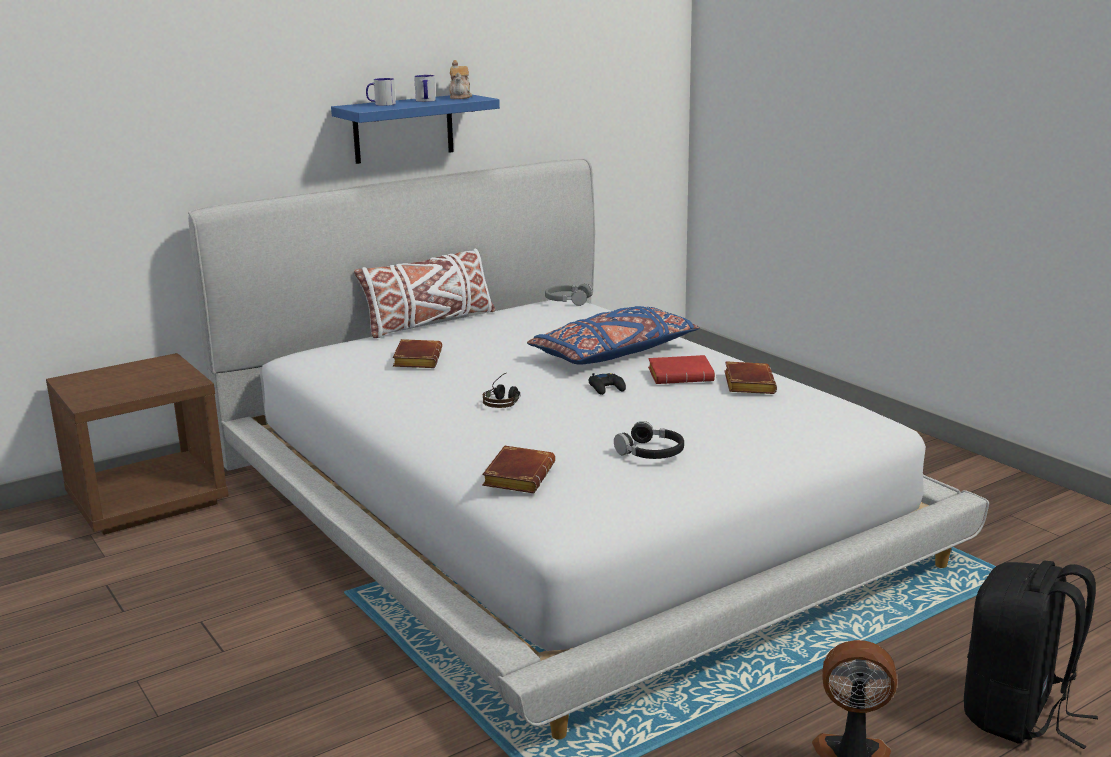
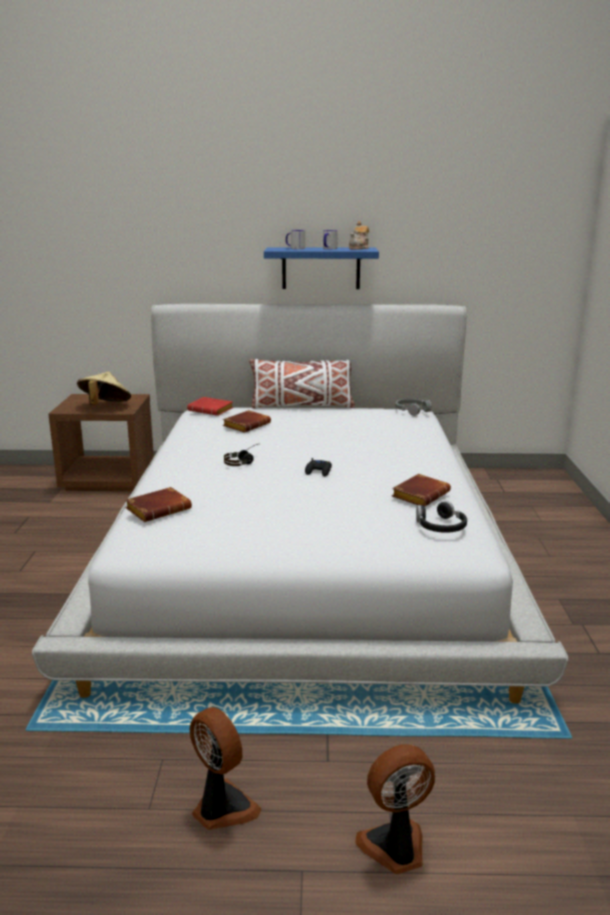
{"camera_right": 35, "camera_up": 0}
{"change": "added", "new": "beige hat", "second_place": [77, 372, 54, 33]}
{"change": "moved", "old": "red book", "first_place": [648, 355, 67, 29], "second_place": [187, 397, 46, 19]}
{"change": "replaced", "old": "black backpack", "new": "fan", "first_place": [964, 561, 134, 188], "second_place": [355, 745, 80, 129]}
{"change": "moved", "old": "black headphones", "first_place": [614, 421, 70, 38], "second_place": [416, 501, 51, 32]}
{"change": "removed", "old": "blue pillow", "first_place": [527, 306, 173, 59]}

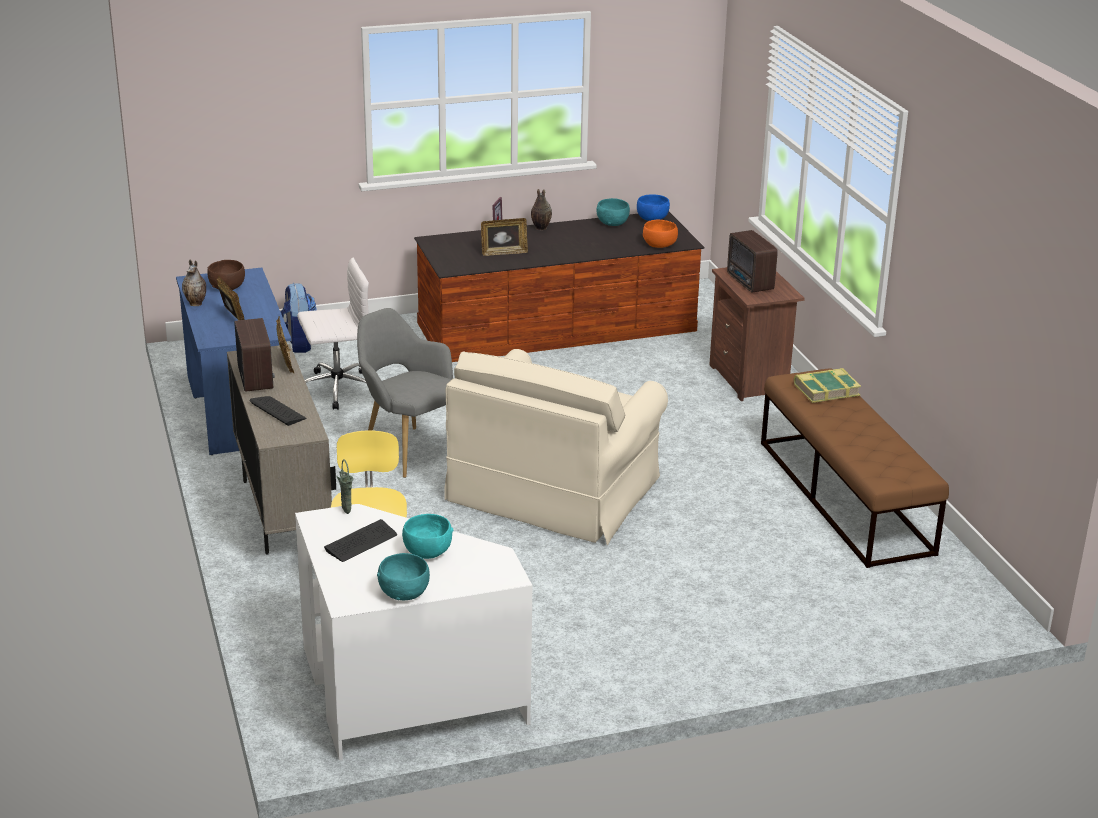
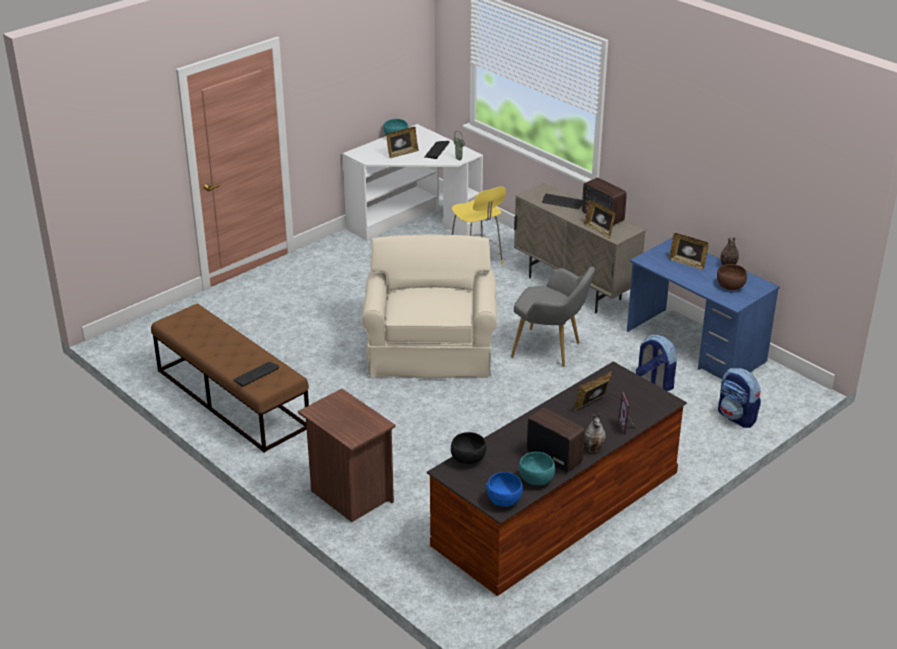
{"camera_right": 155, "camera_up": 5}
{"change": "replaced", "old": "book", "new": "keyboard", "first_place": [794, 368, 67, 35], "second_place": [233, 362, 46, 25]}
{"change": "replaced", "old": "turquoise bowl", "new": "picture frame", "first_place": [402, 514, 52, 45], "second_place": [387, 126, 32, 32]}
{"change": "recoloured", "old": "orange bowl", "new": "black bowl", "first_place": [643, 220, 35, 28], "second_place": [451, 432, 36, 32]}
{"change": "moved", "old": "radio", "first_place": [727, 230, 51, 63], "second_place": [527, 408, 58, 64]}
{"change": "replaced", "old": "white office chair", "new": "backpack", "first_place": [297, 257, 72, 153], "second_place": [636, 335, 41, 56]}

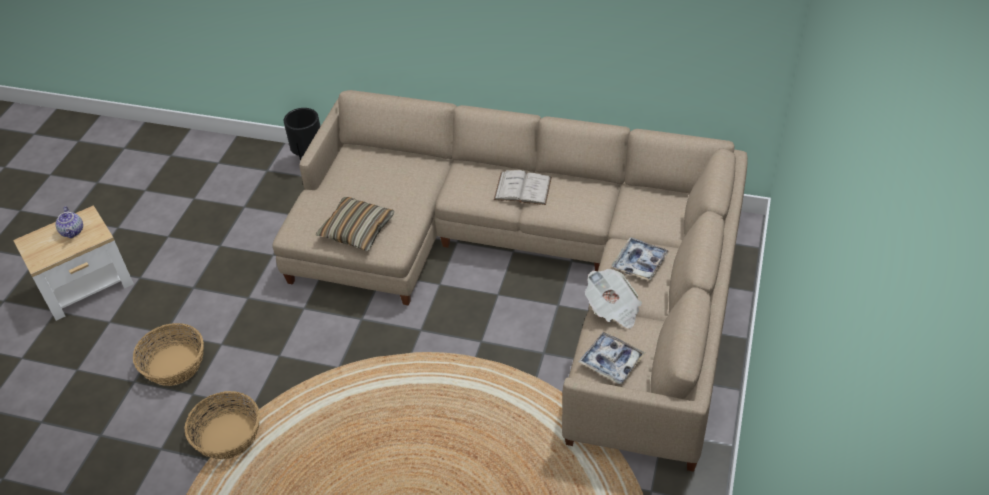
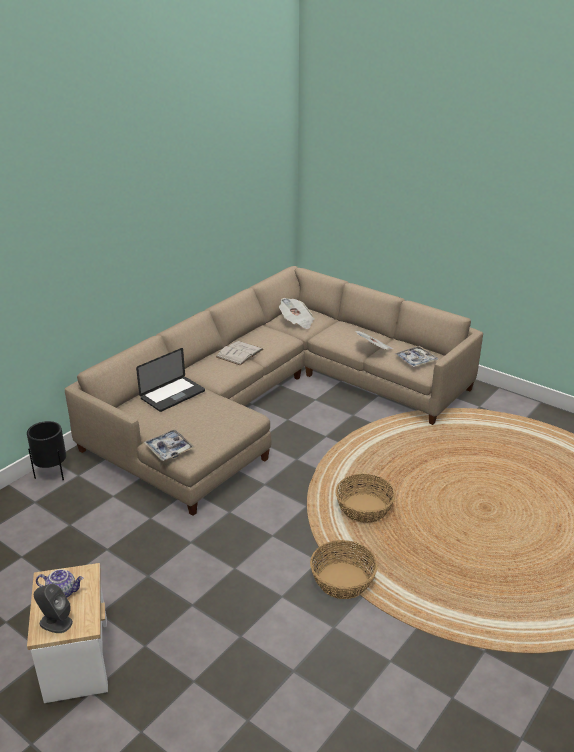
{"camera_right": -70, "camera_up": -15}
{"change": "added", "new": "grey speaker", "second_place": [34, 584, 39, 49]}
{"change": "added", "new": "laptop", "second_place": [136, 348, 69, 64]}
{"change": "moved", "old": "tray", "first_place": [611, 237, 58, 44], "second_place": [144, 430, 51, 31]}
{"change": "added", "new": "newspaper", "second_place": [279, 298, 36, 31]}
{"change": "moved", "old": "basket", "first_place": [133, 323, 71, 63], "second_place": [335, 474, 61, 49]}
{"change": "removed", "old": "pillow", "first_place": [316, 197, 78, 54]}

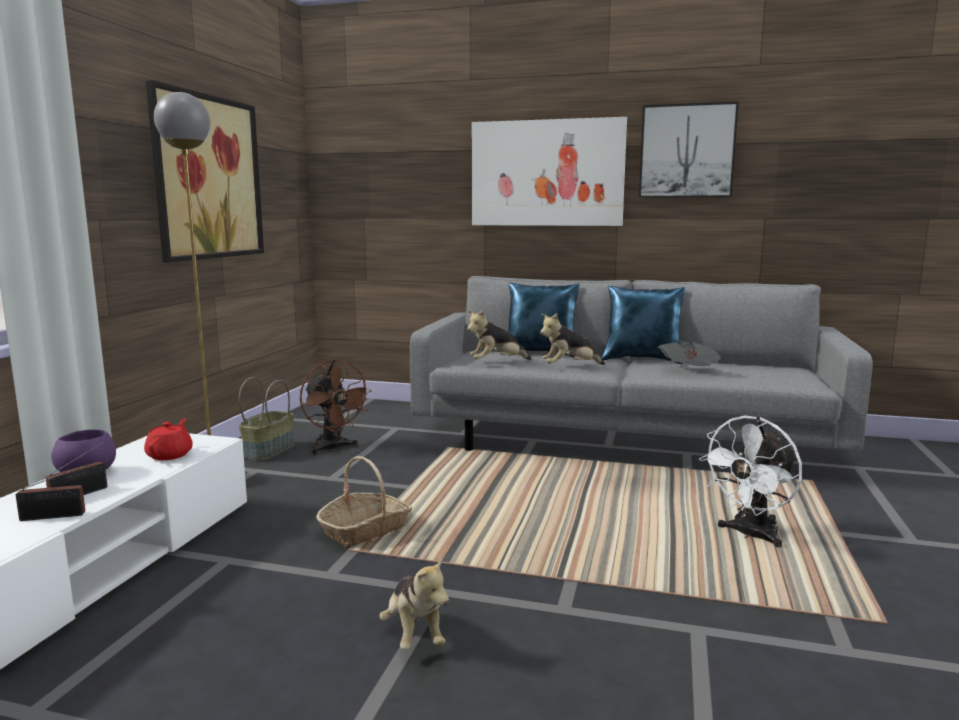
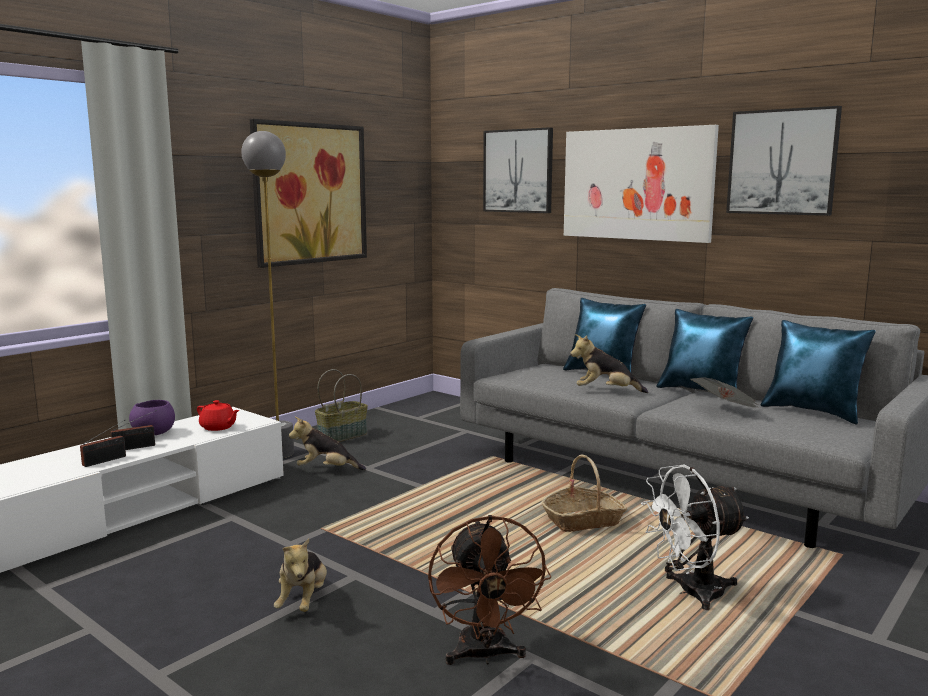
{"camera_right": 25, "camera_up": 0}
{"change": "turned", "old": "radio", "first_place": [16, 465, 70, 56], "second_place": [80, 420, 46, 47], "degrees": -60}
{"change": "turned", "old": "red teapot", "first_place": [144, 419, 49, 41], "second_place": [197, 400, 43, 31], "degrees": 90}
{"change": "moved", "old": "plush toy", "first_place": [467, 310, 64, 50], "second_place": [289, 417, 77, 53]}
{"change": "moved", "old": "brown fan", "first_place": [300, 360, 72, 95], "second_place": [428, 515, 123, 150]}
{"change": "added", "new": "picture", "second_place": [483, 127, 70, 86]}
{"change": "moved", "old": "basket", "first_place": [316, 456, 96, 92], "second_place": [541, 454, 86, 78]}
{"change": "added", "new": "blue pillow", "second_place": [761, 320, 115, 104]}

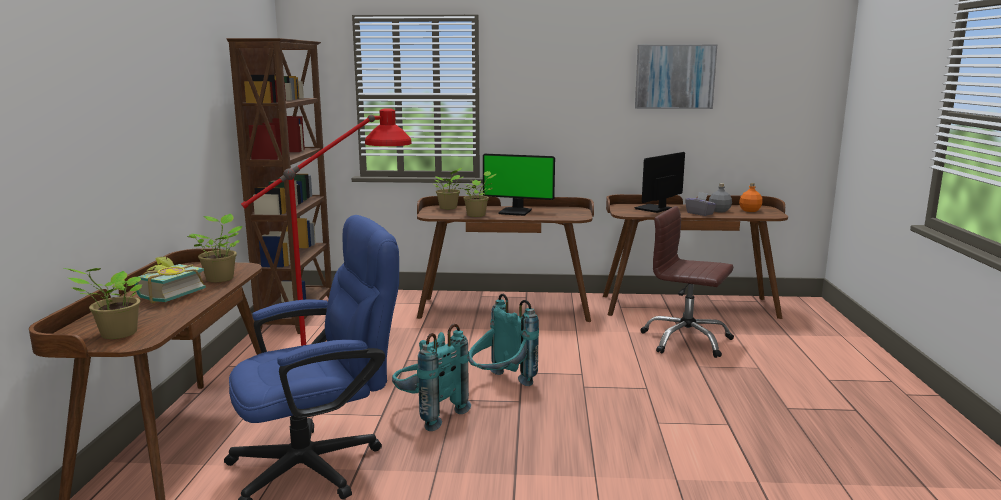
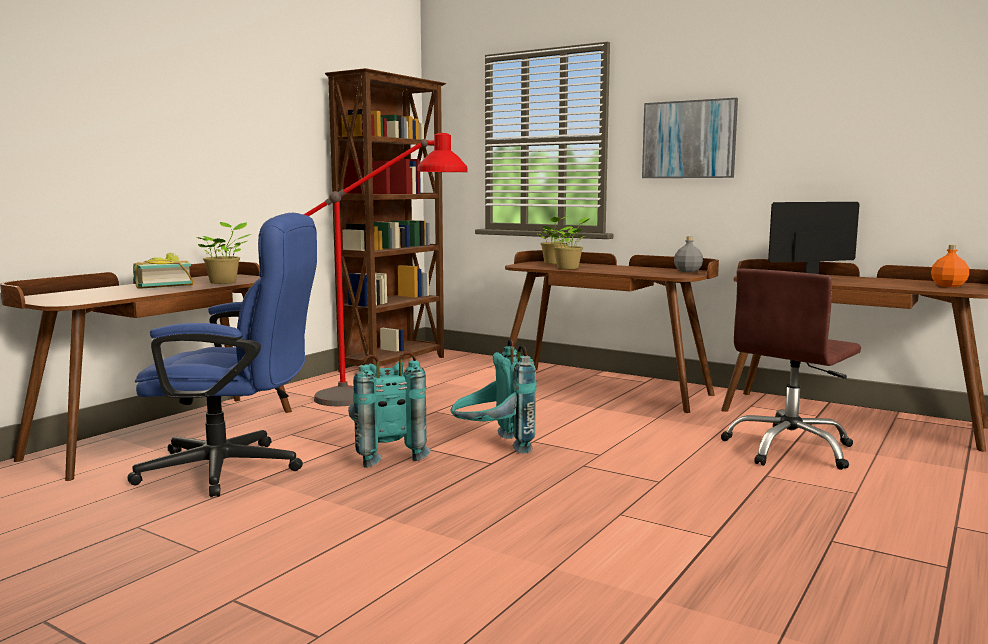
{"camera_right": 30, "camera_up": -5}
{"change": "moved", "old": "picture", "first_place": [635, 45, 82, 64], "second_place": [642, 98, 96, 80]}
{"change": "moved", "old": "grey bottle", "first_place": [709, 183, 23, 30], "second_place": [674, 236, 29, 37]}
{"change": "turned", "old": "brown office chair", "first_place": [640, 206, 94, 152], "second_place": [721, 269, 140, 201], "degrees": -105}
{"change": "removed", "old": "potted plant", "first_place": [64, 268, 79, 71]}
{"change": "removed", "old": "monitor", "first_place": [483, 154, 72, 62]}
{"change": "removed", "old": "grey tissue box", "first_place": [685, 192, 32, 24]}

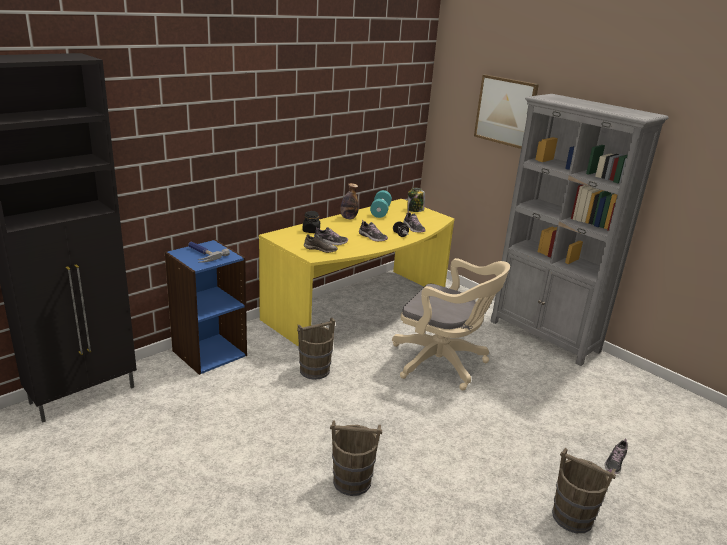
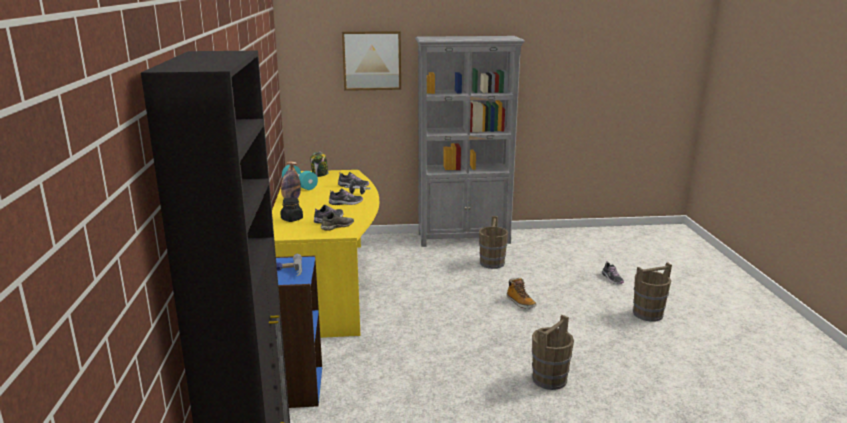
{"camera_right": -50, "camera_up": -5}
{"change": "moved", "old": "brown bucket", "first_place": [297, 318, 38, 62], "second_place": [479, 216, 29, 53]}
{"change": "added", "new": "boot", "second_place": [507, 278, 29, 30]}
{"change": "removed", "old": "beige office chair", "first_place": [392, 258, 118, 132]}

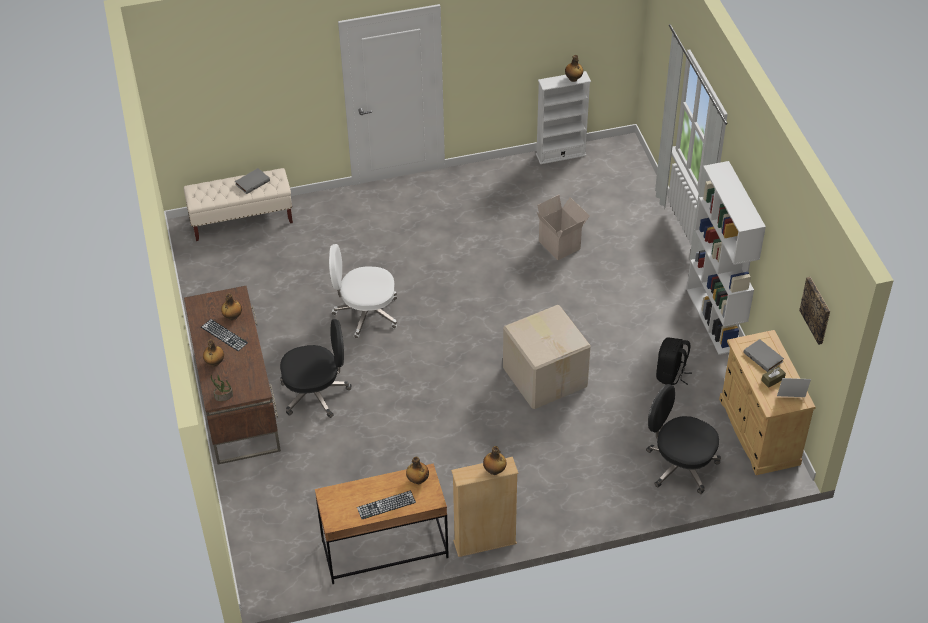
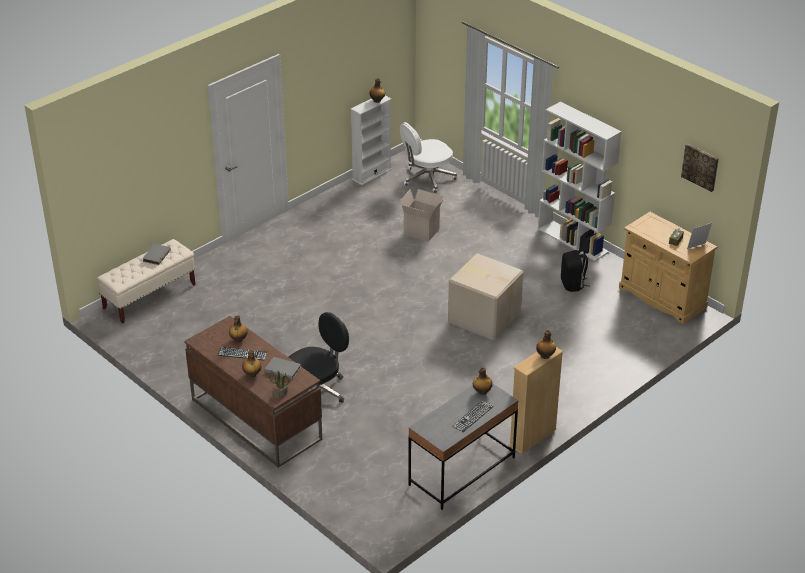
{"camera_right": -30, "camera_up": -10}
{"change": "moved", "old": "grey book", "first_place": [744, 339, 40, 33], "second_place": [265, 357, 36, 23]}
{"change": "moved", "old": "white office chair", "first_place": [329, 244, 68, 95], "second_place": [400, 122, 57, 71]}
{"change": "recoloured", "old": "brown desk", "new": "grey desk", "first_place": [315, 463, 134, 121], "second_place": [408, 383, 111, 127]}
{"change": "removed", "old": "black office chair", "first_place": [646, 384, 75, 110]}

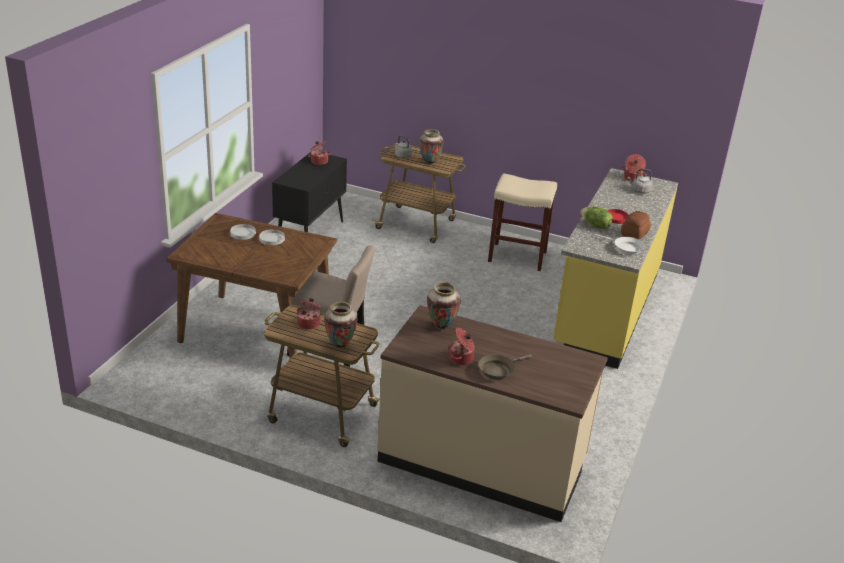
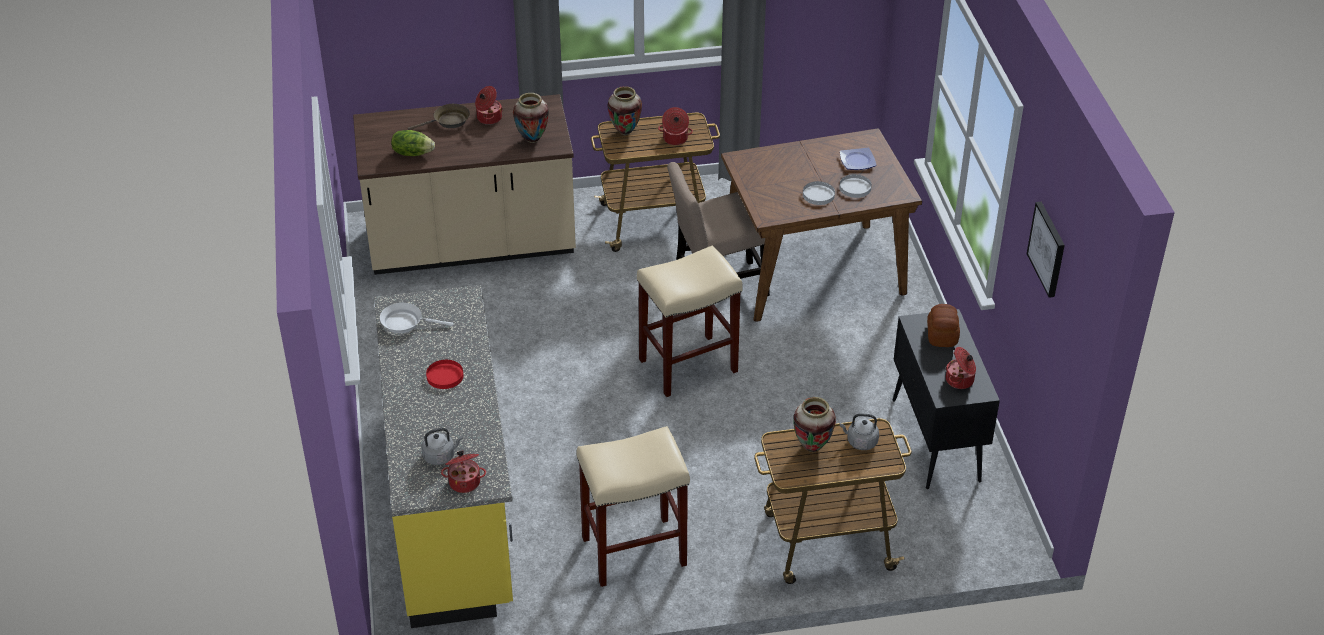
{"camera_right": 150, "camera_up": 10}
{"change": "moved", "old": "lettuce", "first_place": [581, 206, 32, 23], "second_place": [391, 130, 44, 26]}
{"change": "turned", "old": "brown frying pan", "first_place": [478, 354, 54, 26], "second_place": [408, 104, 62, 26], "degrees": 45}
{"change": "added", "new": "beige stool", "second_place": [637, 246, 106, 151]}
{"change": "added", "new": "plate", "second_place": [840, 148, 37, 22]}
{"change": "moved", "old": "bread", "first_place": [621, 211, 30, 28], "second_place": [927, 304, 33, 43]}
{"change": "added", "new": "picture", "second_place": [1027, 202, 38, 96]}

